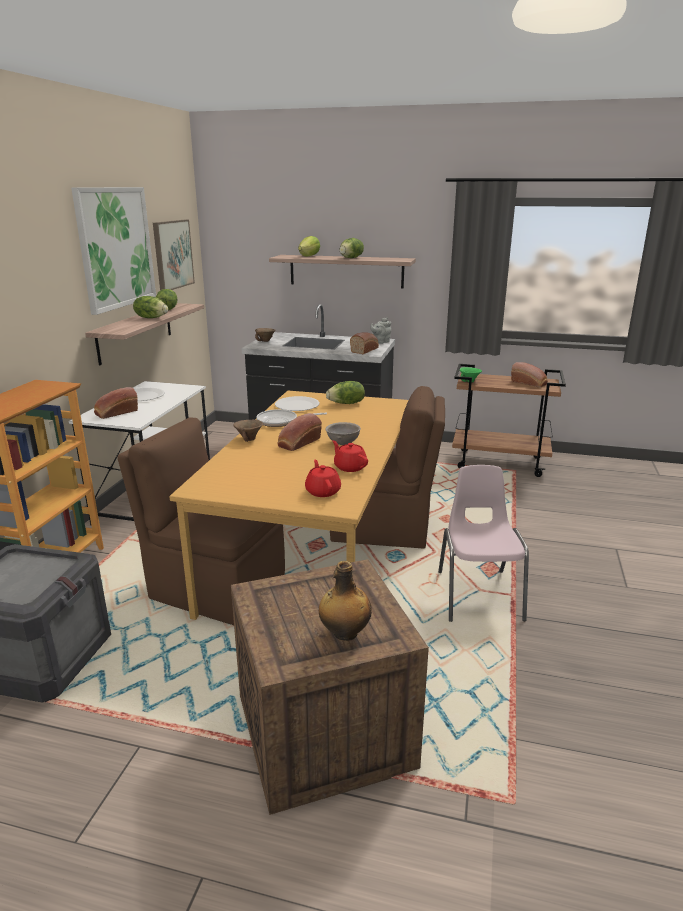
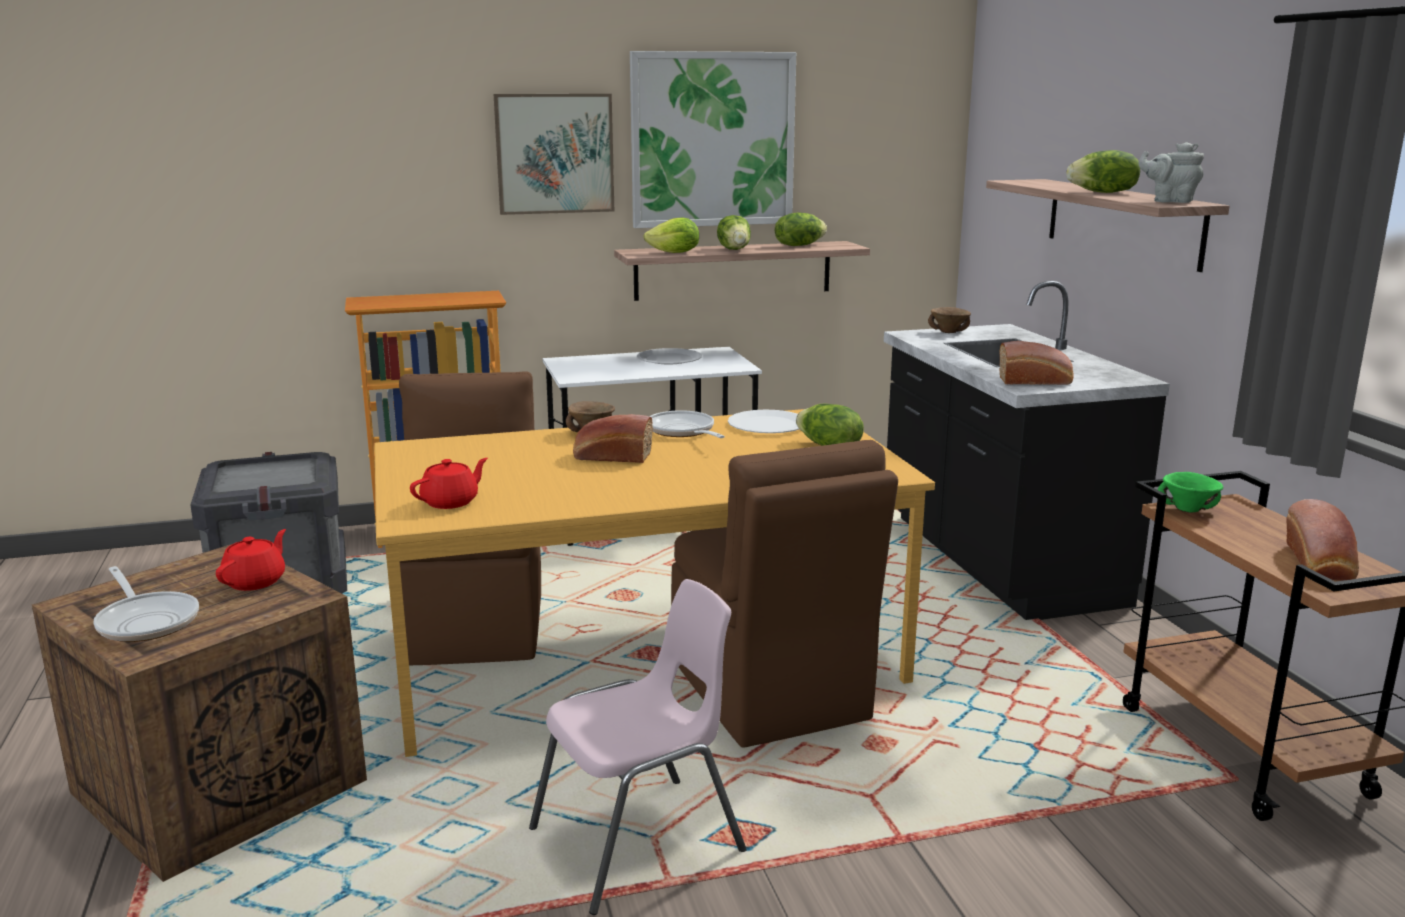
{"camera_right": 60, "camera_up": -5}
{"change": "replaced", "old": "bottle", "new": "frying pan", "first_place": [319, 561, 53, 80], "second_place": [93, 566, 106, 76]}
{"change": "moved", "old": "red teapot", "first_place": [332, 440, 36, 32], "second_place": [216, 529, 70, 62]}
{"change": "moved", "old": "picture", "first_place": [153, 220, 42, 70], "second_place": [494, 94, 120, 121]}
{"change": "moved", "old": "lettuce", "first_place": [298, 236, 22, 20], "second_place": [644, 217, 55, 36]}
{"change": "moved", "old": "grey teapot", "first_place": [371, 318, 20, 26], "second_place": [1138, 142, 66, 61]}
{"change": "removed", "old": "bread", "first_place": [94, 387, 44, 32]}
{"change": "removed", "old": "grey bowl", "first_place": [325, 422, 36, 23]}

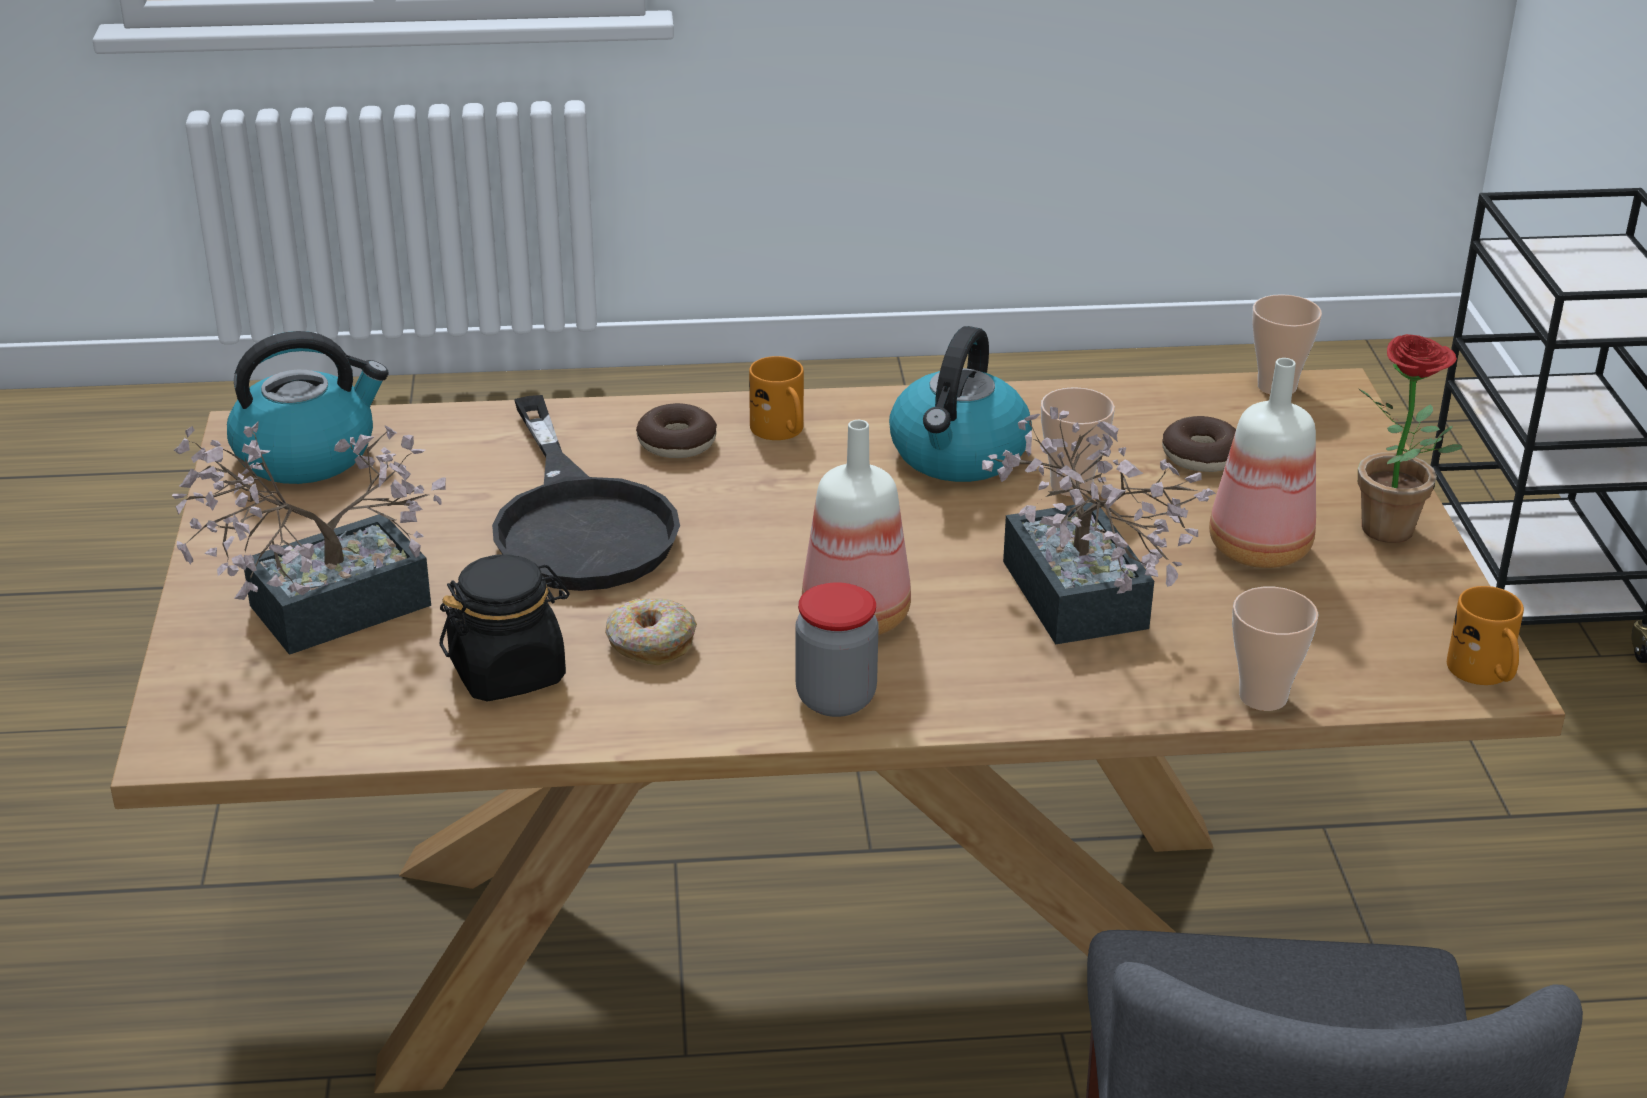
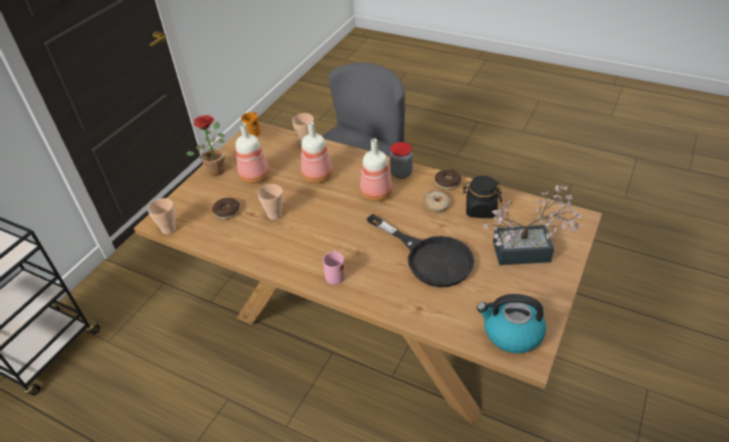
{"camera_right": -145, "camera_up": 10}
{"change": "replaced", "old": "potted plant", "new": "bottle", "first_place": [982, 406, 234, 239], "second_place": [301, 122, 32, 61]}
{"change": "recoloured", "old": "orange mug", "new": "pink mug", "first_place": [749, 356, 55, 84], "second_place": [323, 250, 23, 35]}
{"change": "turned", "old": "black frying pan", "first_place": [492, 395, 188, 196], "second_place": [367, 214, 107, 73], "degrees": 120}
{"change": "moved", "old": "donut", "first_place": [636, 403, 81, 55], "second_place": [435, 169, 26, 21]}
{"change": "removed", "old": "kettle", "first_place": [889, 326, 143, 156]}

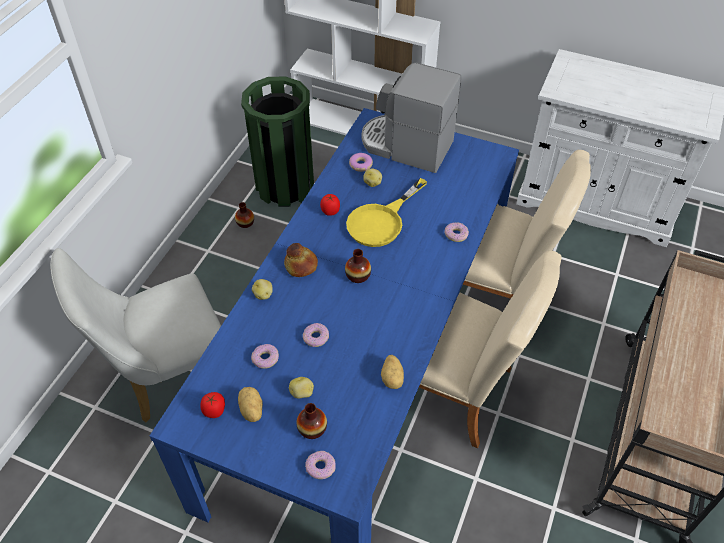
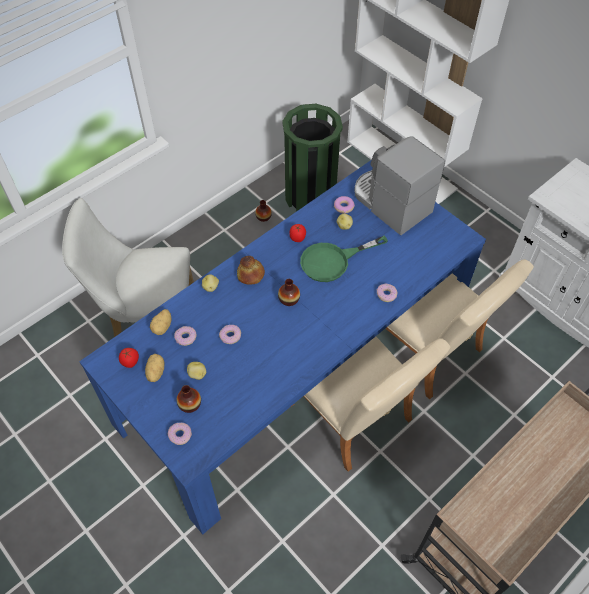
{"camera_right": 25, "camera_up": 5}
{"change": "moved", "old": "potato", "first_place": [381, 355, 23, 34], "second_place": [150, 309, 22, 26]}
{"change": "recoloured", "old": "yellow frying pan", "new": "green frying pan", "first_place": [346, 178, 81, 69], "second_place": [300, 236, 88, 46]}

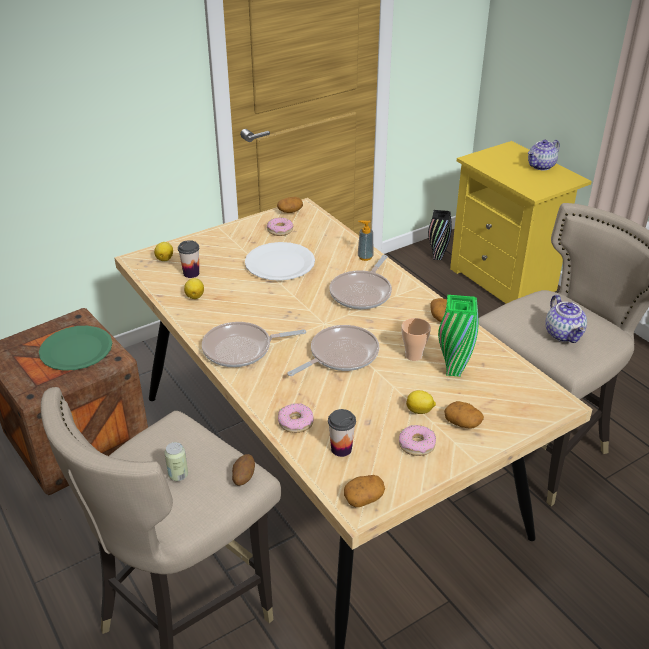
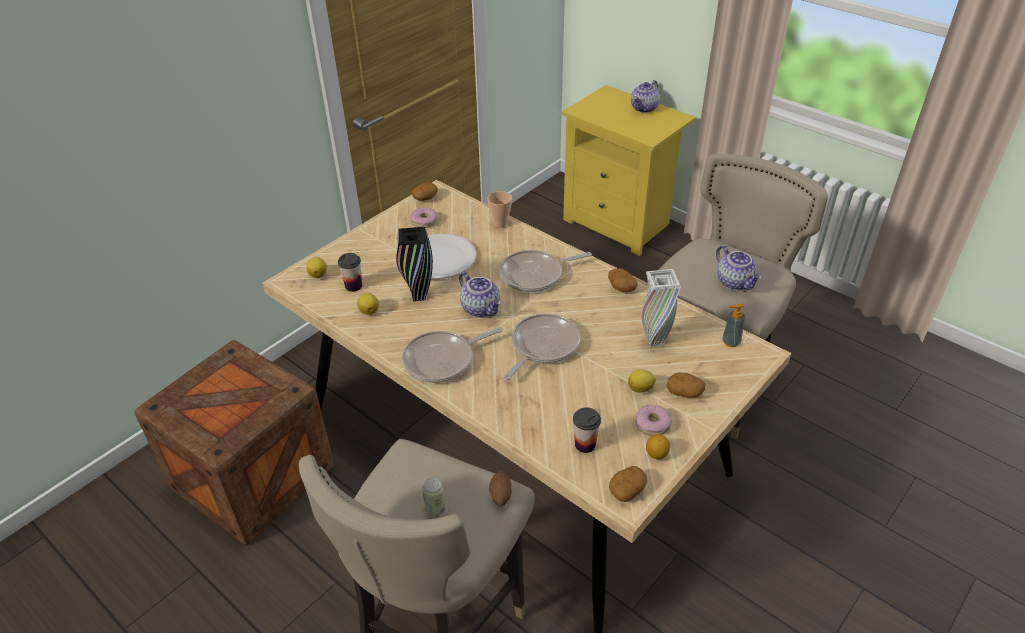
{"camera_right": -15, "camera_up": 5}
{"change": "moved", "old": "black vase", "first_place": [428, 210, 24, 50], "second_place": [396, 227, 37, 74]}
{"change": "added", "new": "teapot", "second_place": [459, 272, 42, 45]}
{"change": "moved", "old": "cup", "first_place": [401, 318, 30, 43], "second_place": [488, 191, 24, 37]}
{"change": "turned", "old": "frying pan", "first_place": [329, 255, 63, 54], "second_place": [499, 250, 93, 42], "degrees": 60}
{"change": "recoloured", "old": "green vase", "new": "white vase", "first_place": [438, 295, 40, 82], "second_place": [641, 269, 40, 78]}
{"change": "added", "new": "lemon", "second_place": [646, 434, 24, 25]}
{"change": "moved", "old": "soap dispenser", "first_place": [358, 220, 16, 41], "second_place": [722, 304, 23, 43]}
{"change": "removed", "old": "green plate", "first_place": [39, 326, 73, 45]}
{"change": "removed", "old": "donut", "first_place": [278, 403, 35, 30]}

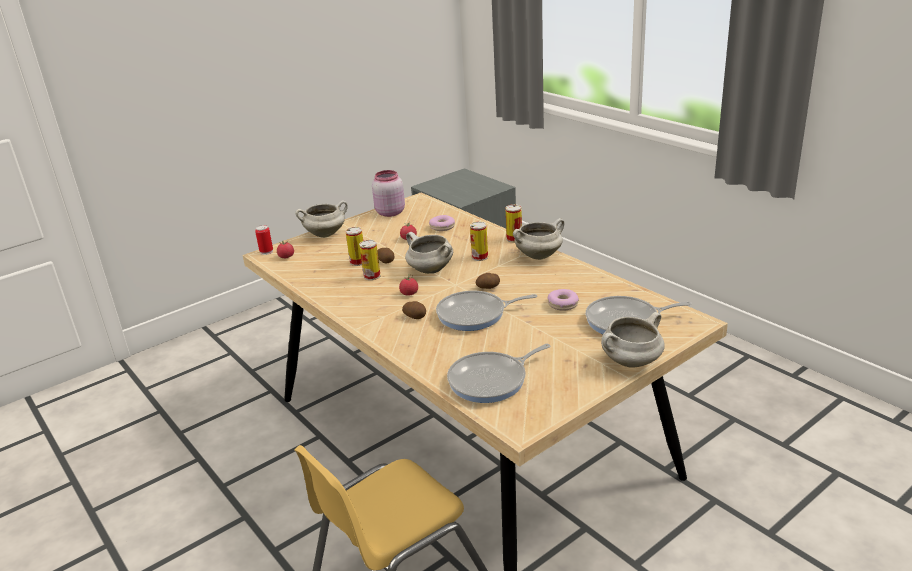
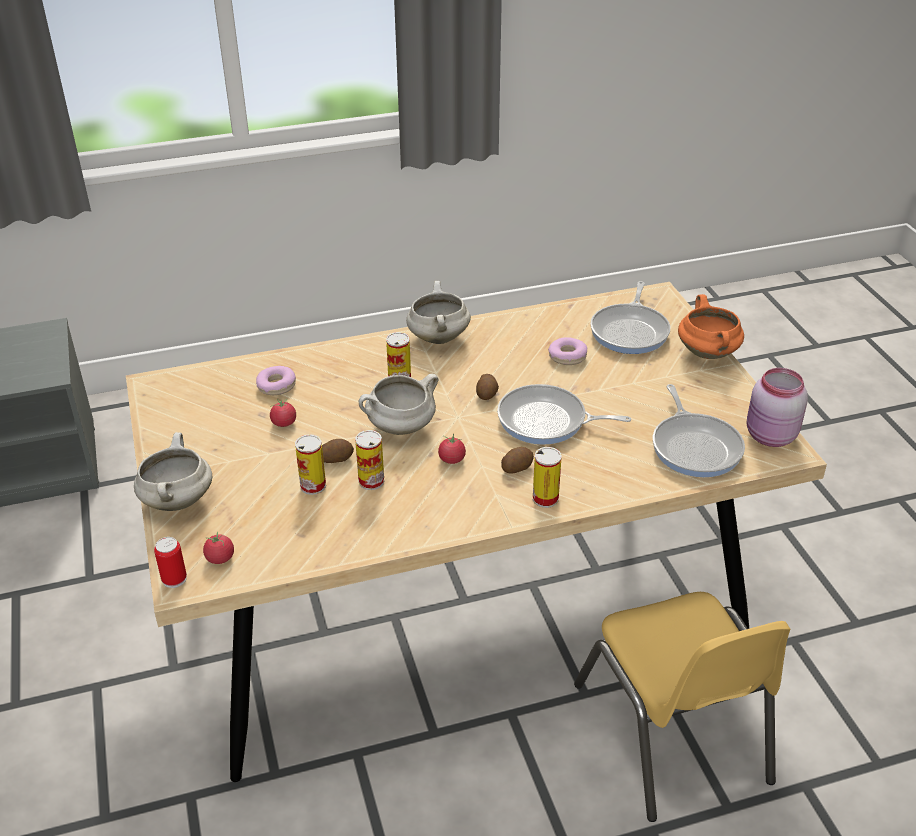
{"camera_right": -70, "camera_up": 10}
{"change": "turned", "old": "frying pan", "first_place": [436, 291, 101, 40], "second_place": [497, 384, 134, 61], "degrees": 90}
{"change": "moved", "old": "can", "first_place": [505, 204, 17, 38], "second_place": [533, 447, 28, 61]}
{"change": "recoloured", "old": "white cooking pot", "new": "orange cooking pot", "first_place": [601, 312, 64, 56], "second_place": [678, 294, 66, 65]}
{"change": "moved", "old": "pink jar", "first_place": [372, 170, 33, 47], "second_place": [747, 368, 61, 79]}

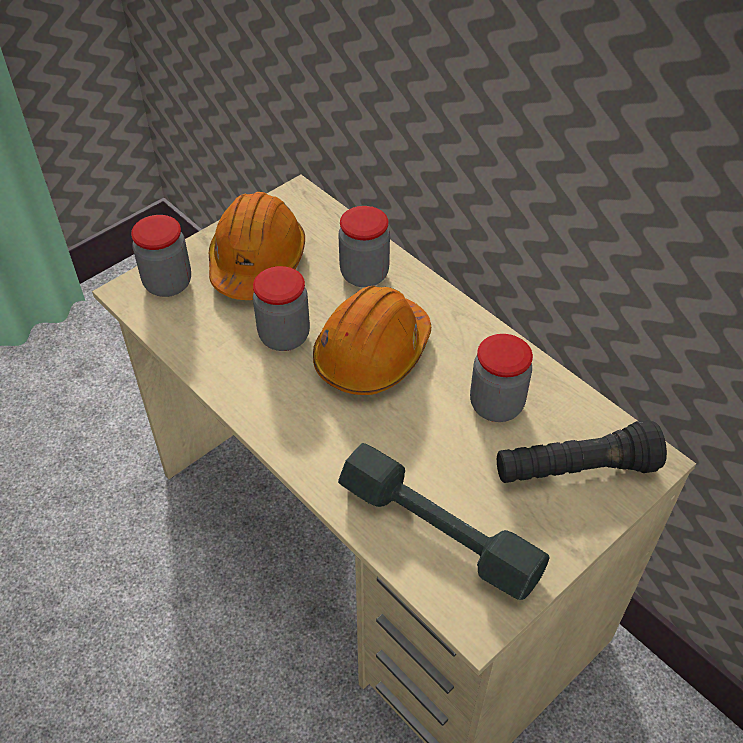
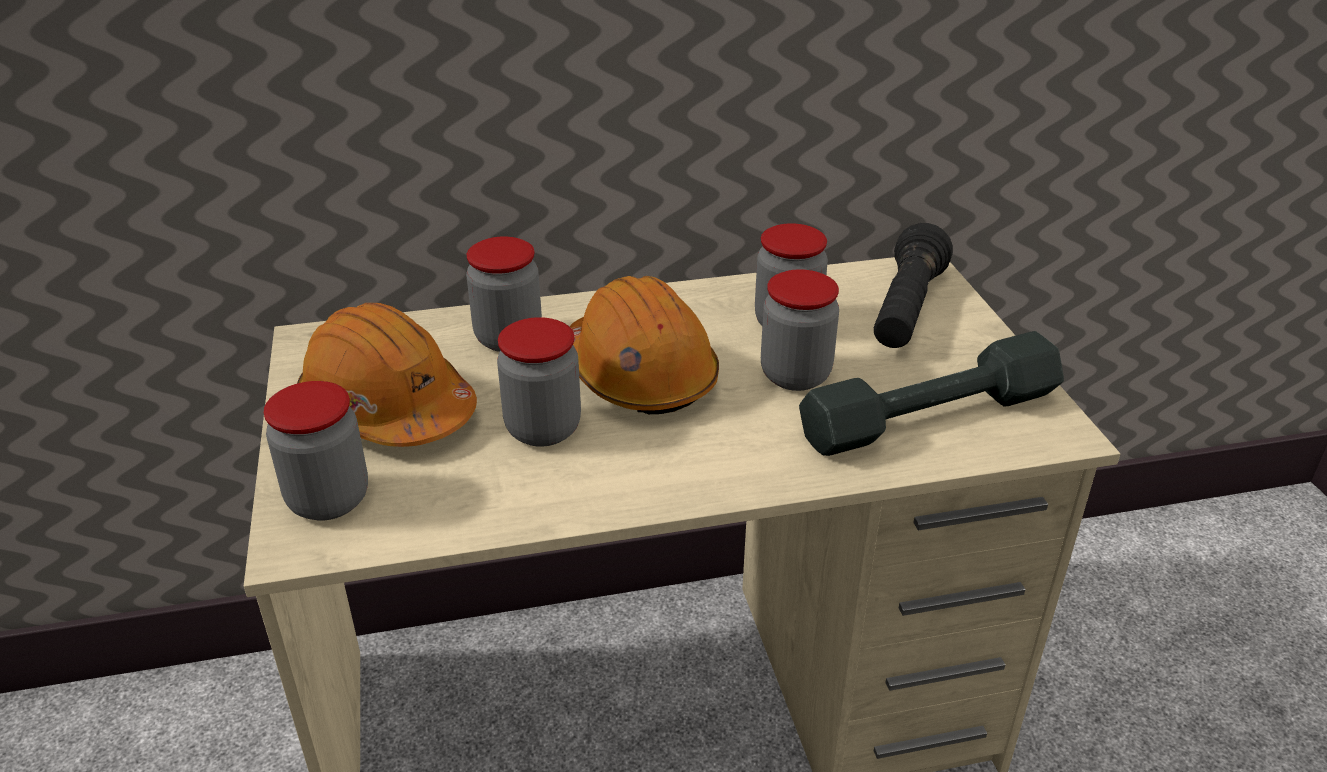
{"camera_right": -60, "camera_up": -15}
{"change": "added", "new": "jar", "second_place": [761, 269, 78, 122]}

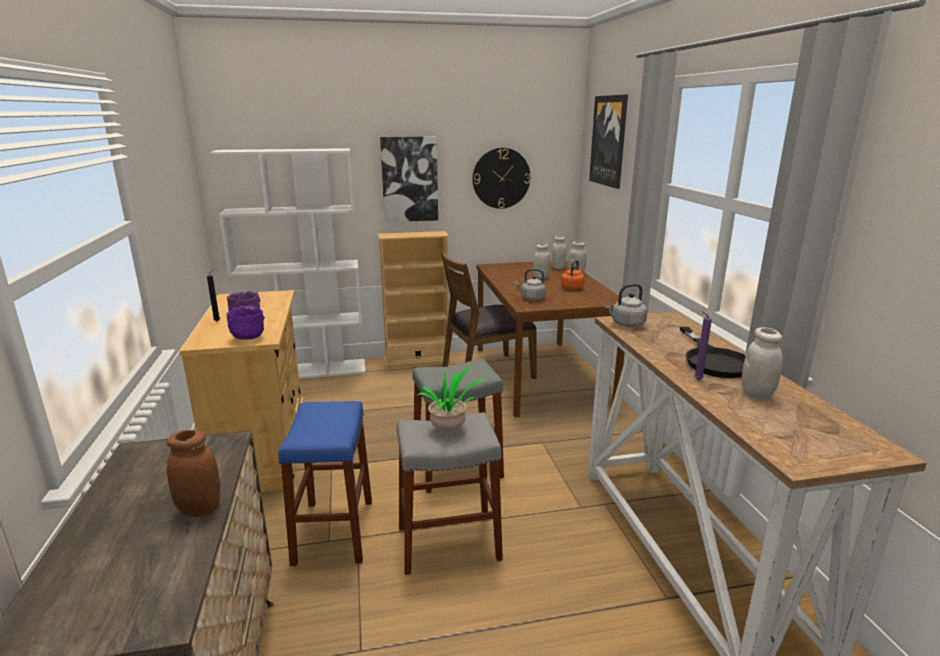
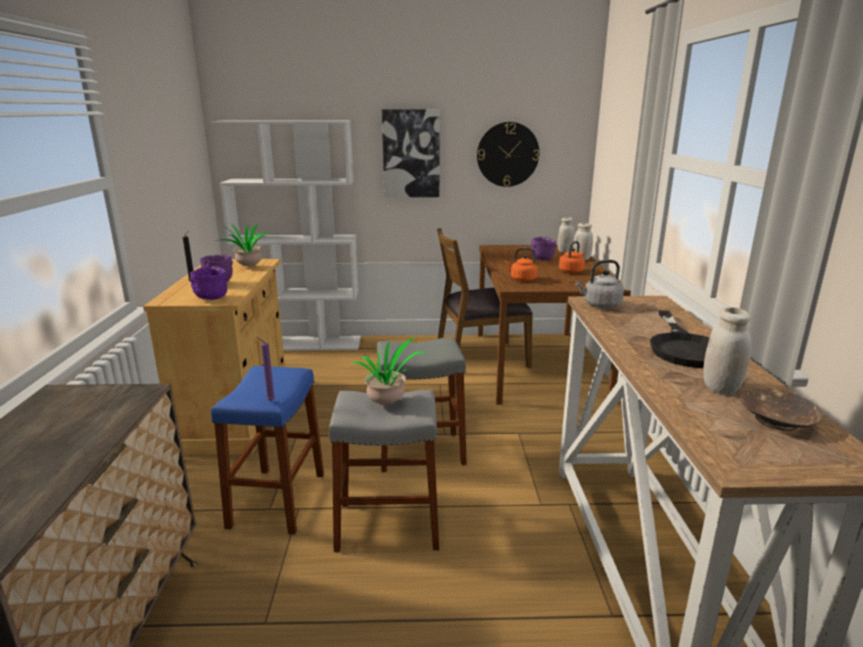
{"camera_right": 10, "camera_up": 0}
{"change": "added", "new": "potted plant", "second_place": [215, 223, 54, 43]}
{"change": "moved", "old": "purple candle", "first_place": [694, 311, 18, 69], "second_place": [257, 337, 18, 64]}
{"change": "recoloured", "old": "grey kettle", "new": "orange kettle", "first_place": [515, 269, 31, 32], "second_place": [505, 248, 33, 34]}
{"change": "replaced", "old": "white jar", "new": "purple bowl", "first_place": [533, 244, 17, 35], "second_place": [531, 237, 25, 24]}
{"change": "added", "new": "brown bowl", "second_place": [740, 388, 82, 43]}
{"change": "removed", "old": "brown jar", "first_place": [167, 430, 53, 87]}
{"change": "removed", "old": "beige bookcase", "first_place": [378, 231, 73, 136]}
{"change": "removed", "old": "picture", "first_place": [589, 94, 39, 95]}

